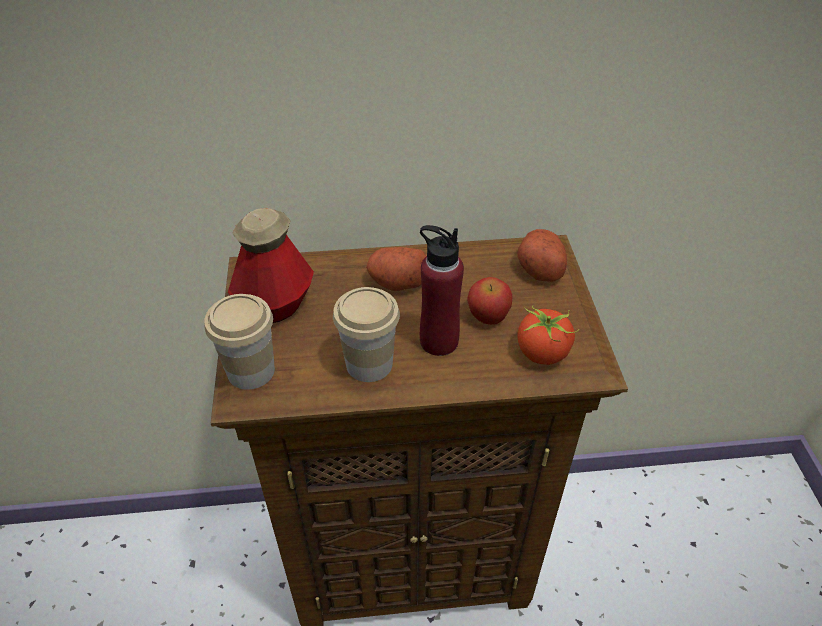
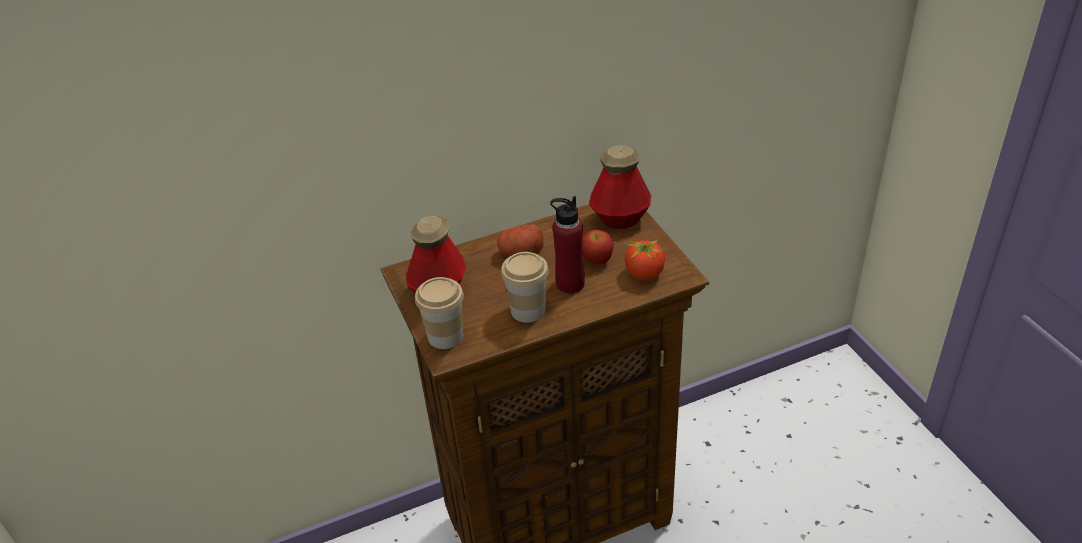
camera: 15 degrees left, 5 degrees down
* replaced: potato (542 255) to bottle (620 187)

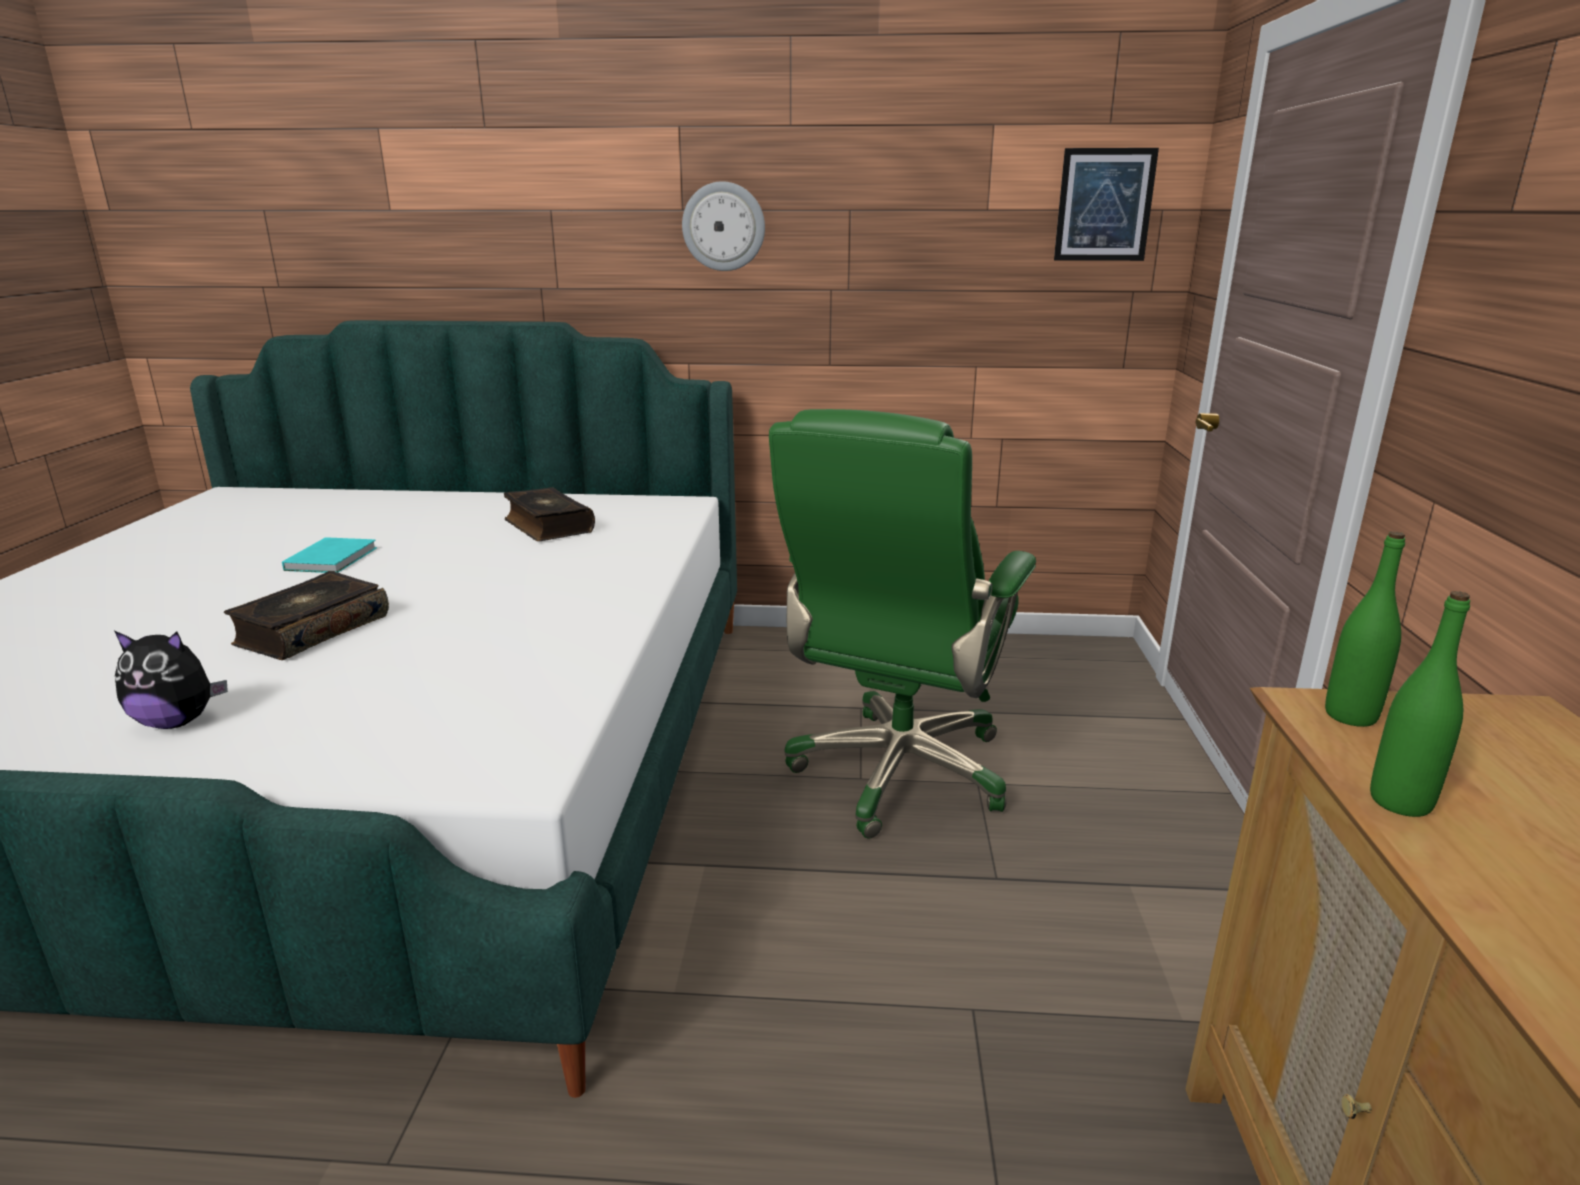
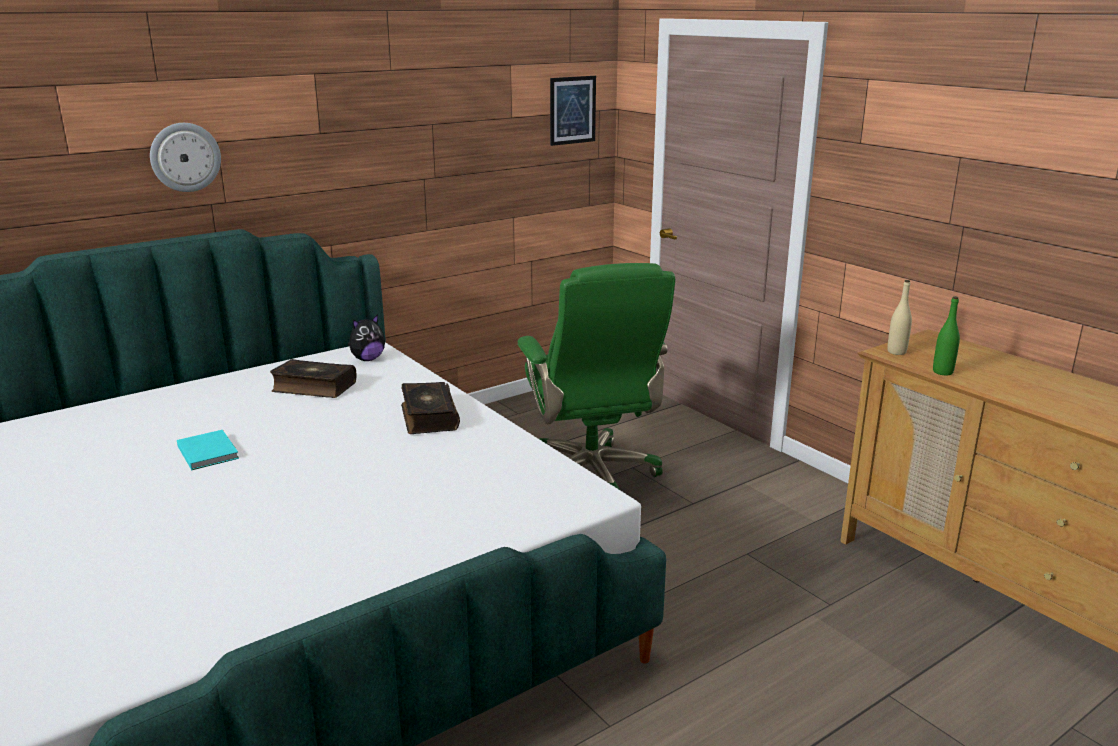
camera: 40 degrees left, 0 degrees up
* moved: wall clock (723 226) to (185 157)
* recoloured: bottle (green) (1365 629) to bottle (beige) (899 317)
* moved: book (306 615) to (430 408)
* moved: plush toy (171 680) to (366 337)

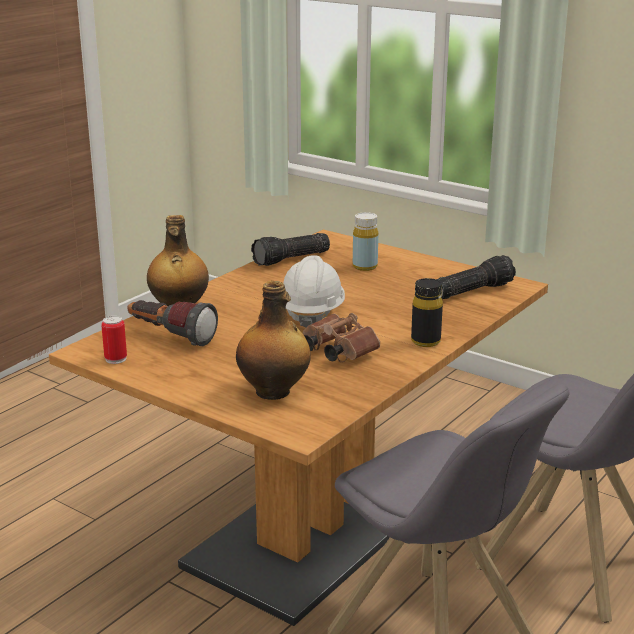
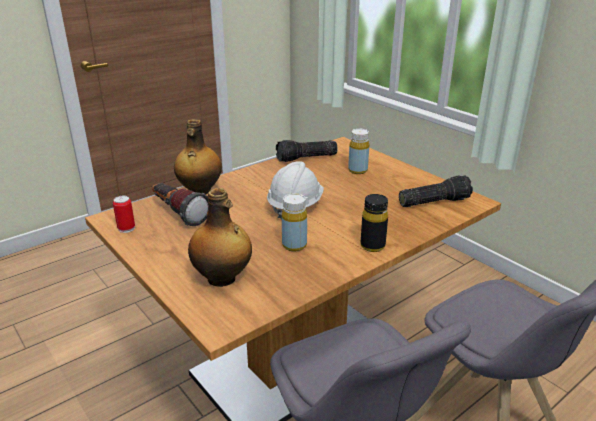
camera: 15 degrees right, 5 degrees up
* replaced: binoculars (brown) (341 338) to bottle (yellow) (294 222)

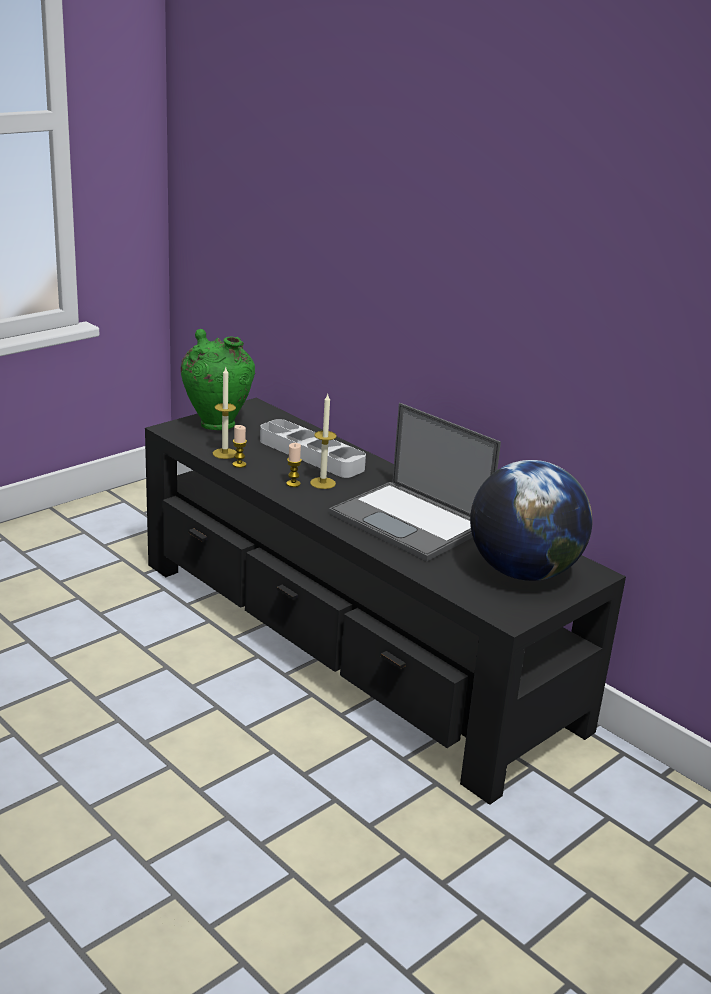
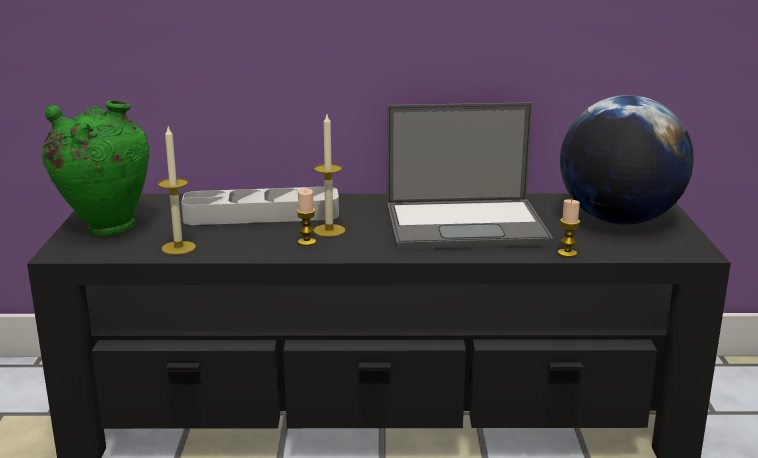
camera: 45 degrees left, 5 degrees down
* moved: candle (239 446) to (569 228)

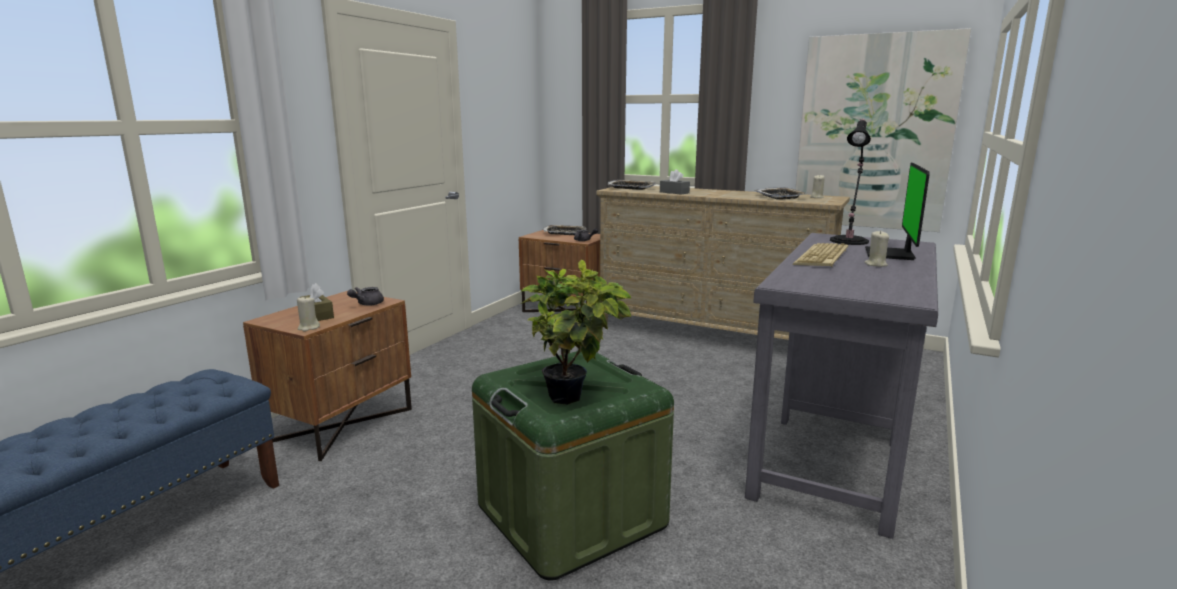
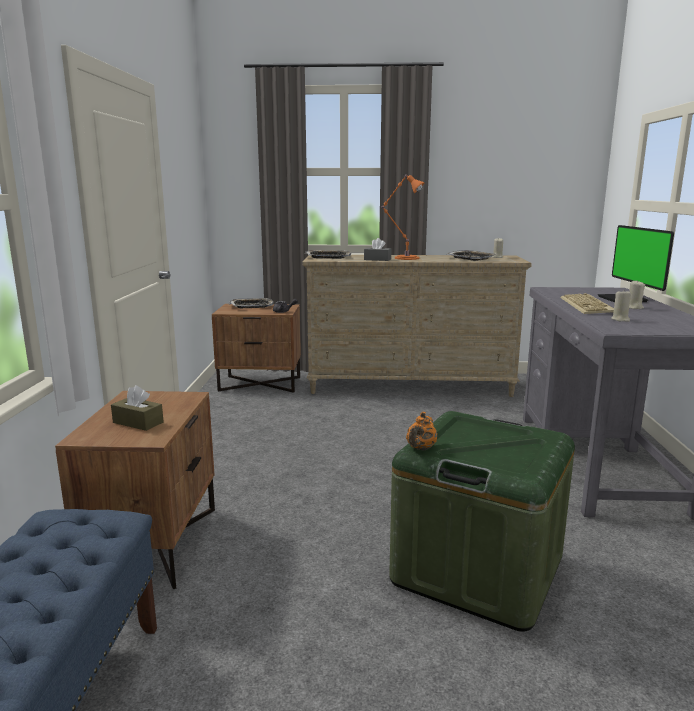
camera: 25 degrees left, 0 degrees up
* removed: picture (883 130)
* removed: table lamp (black) (850 182)
* removed: potted plant (576 332)
* removed: teapot (grey) (365 296)
* moved: candle (beige) (308 314) to (621 305)
* added: table lamp (orange) (403 217)
* added: teapot (orange) (421 431)

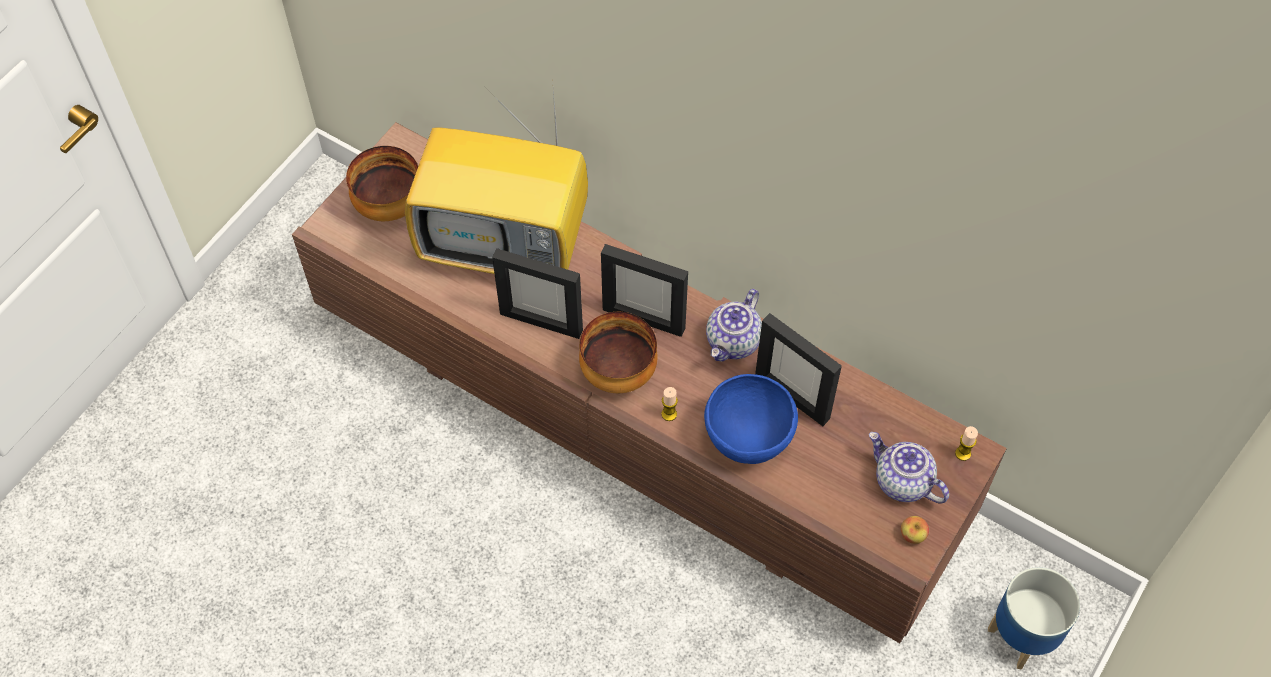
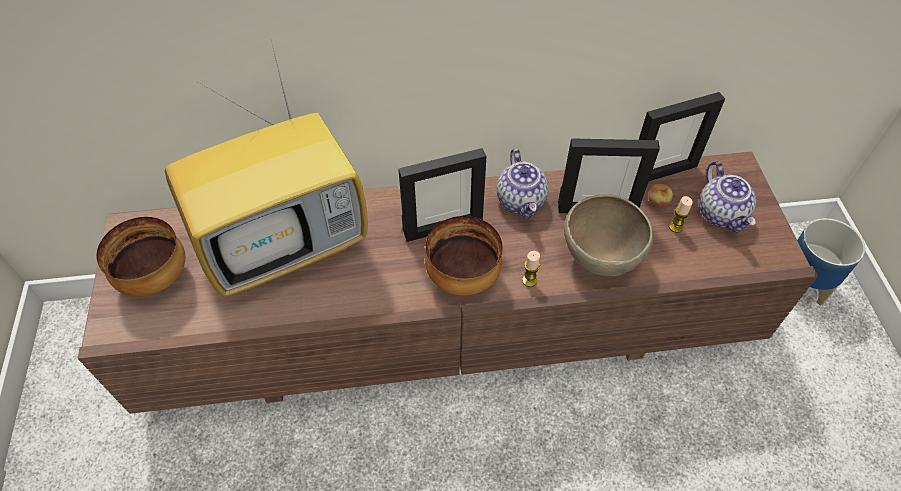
camera: 40 degrees left, 5 degrees down
* moved: picture frame (537 293) to (682 136)
* recoloured: bowl (blue) (751 419) to bowl (brown) (608 235)
* moved: candle (966 443) to (681 214)
* turned: teapot (909 468) = (727 197) 105 degrees counterclockwise
* moved: apple (915 530) to (660 196)

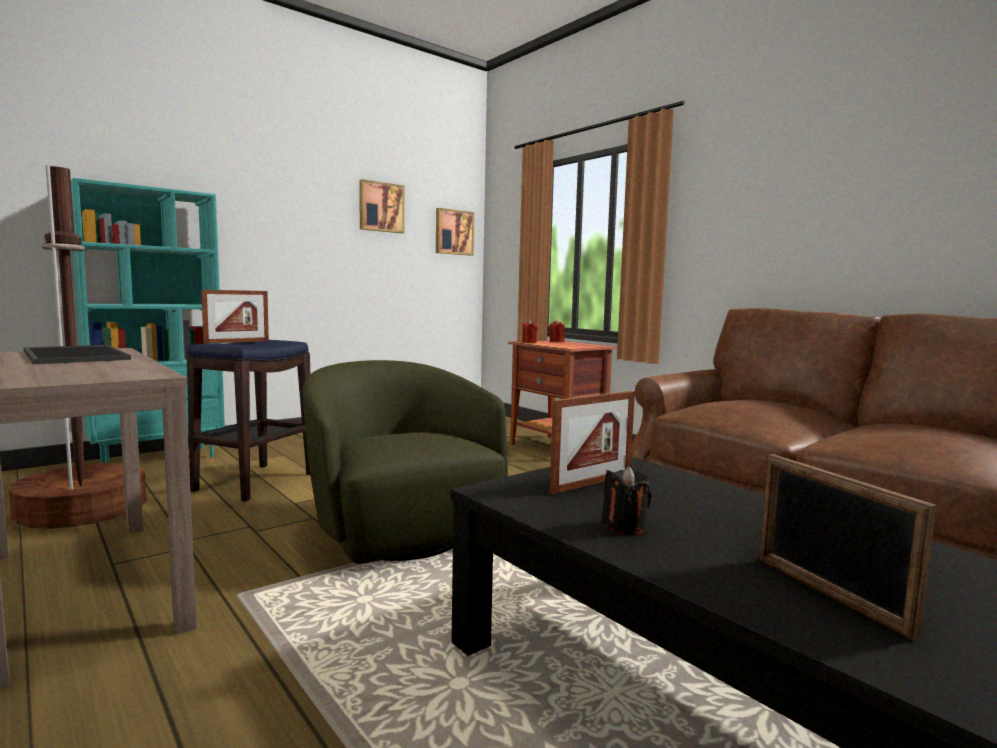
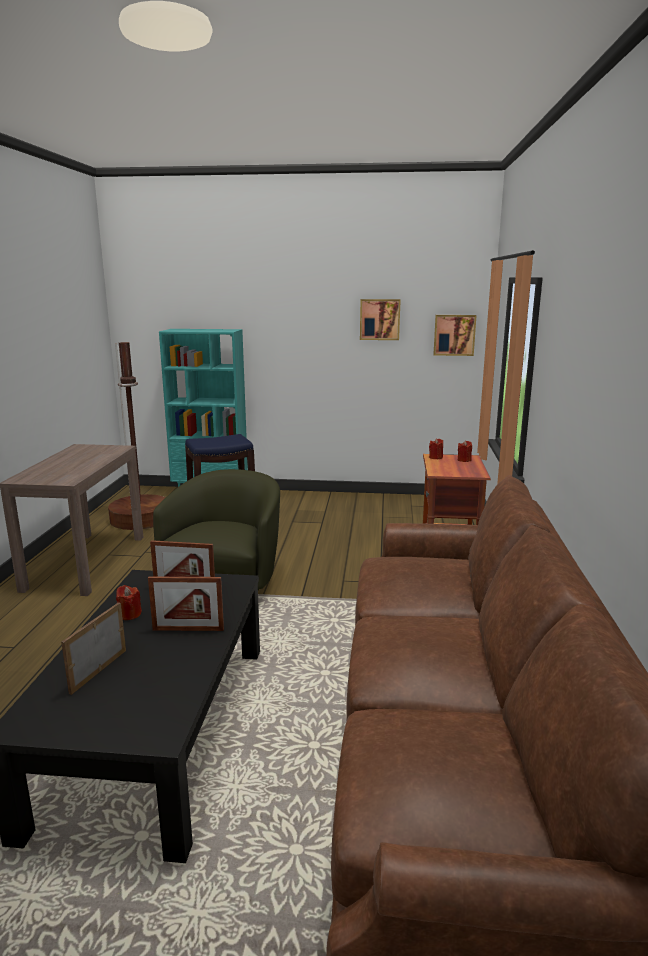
camera: 45 degrees right, 10 degrees up
* moved: picture frame (235 317) to (186 604)
* removed: tray (77 354)
* recoloured: candle (black) (627 500) to candle (red) (129 602)

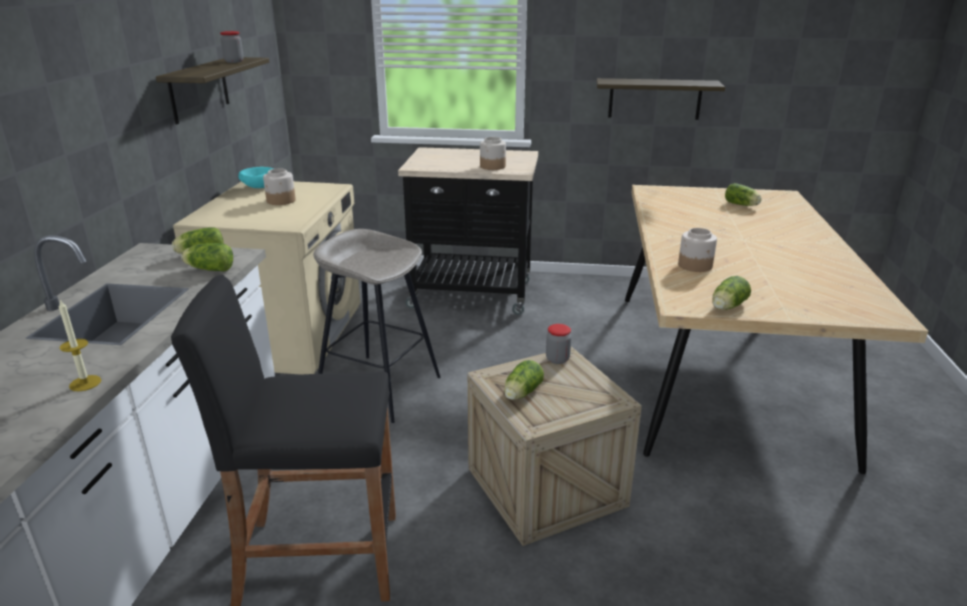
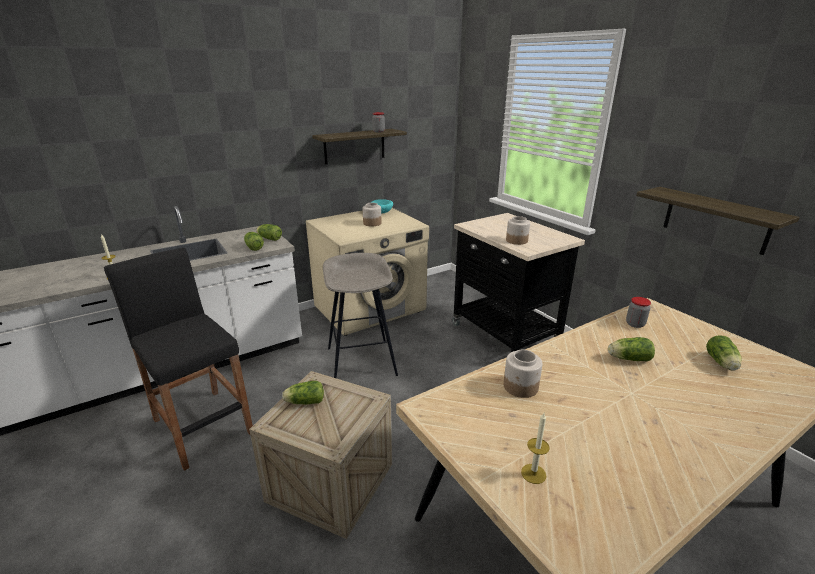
camera: 50 degrees right, 0 degrees up
* moved: lettuce (731 293) to (631 349)
* moved: jar (558 344) to (638 312)
* added: candle (535 448)

